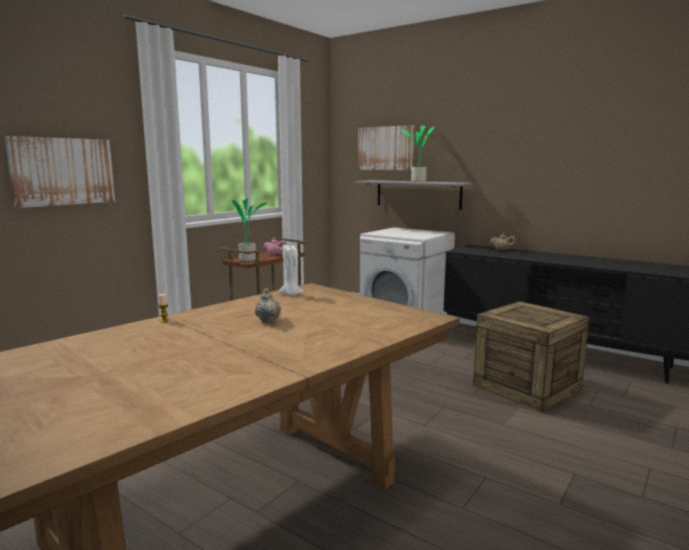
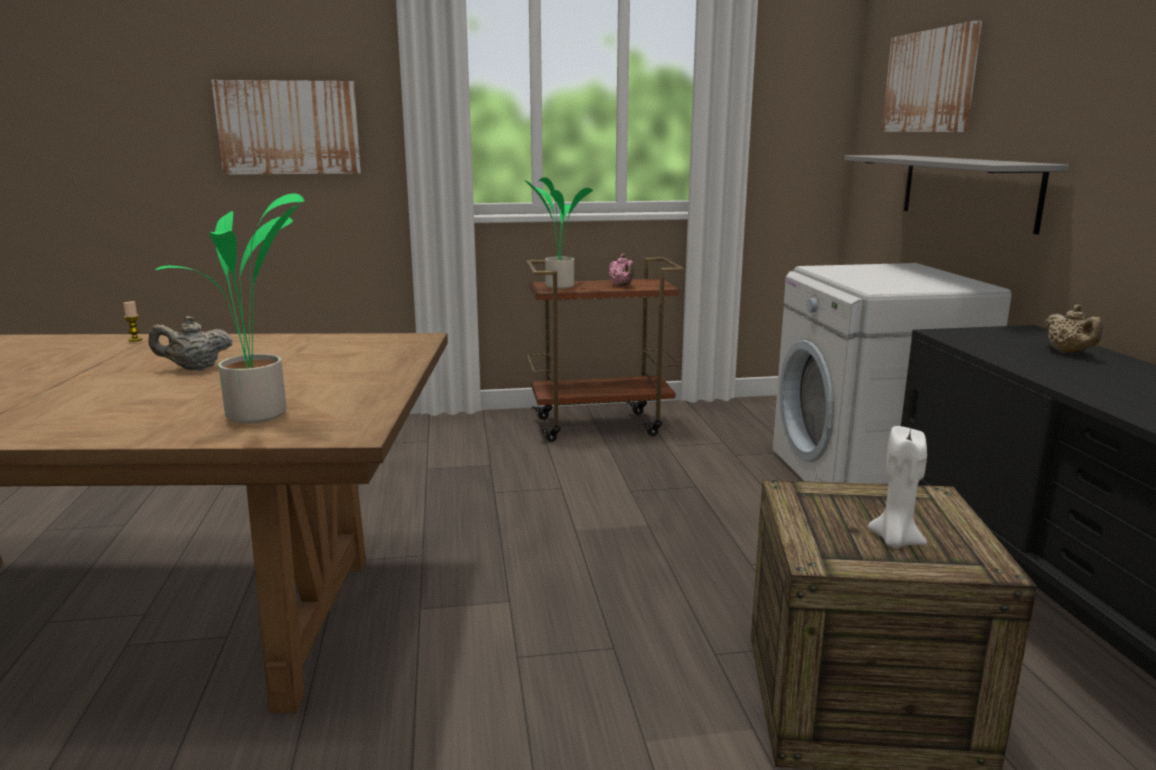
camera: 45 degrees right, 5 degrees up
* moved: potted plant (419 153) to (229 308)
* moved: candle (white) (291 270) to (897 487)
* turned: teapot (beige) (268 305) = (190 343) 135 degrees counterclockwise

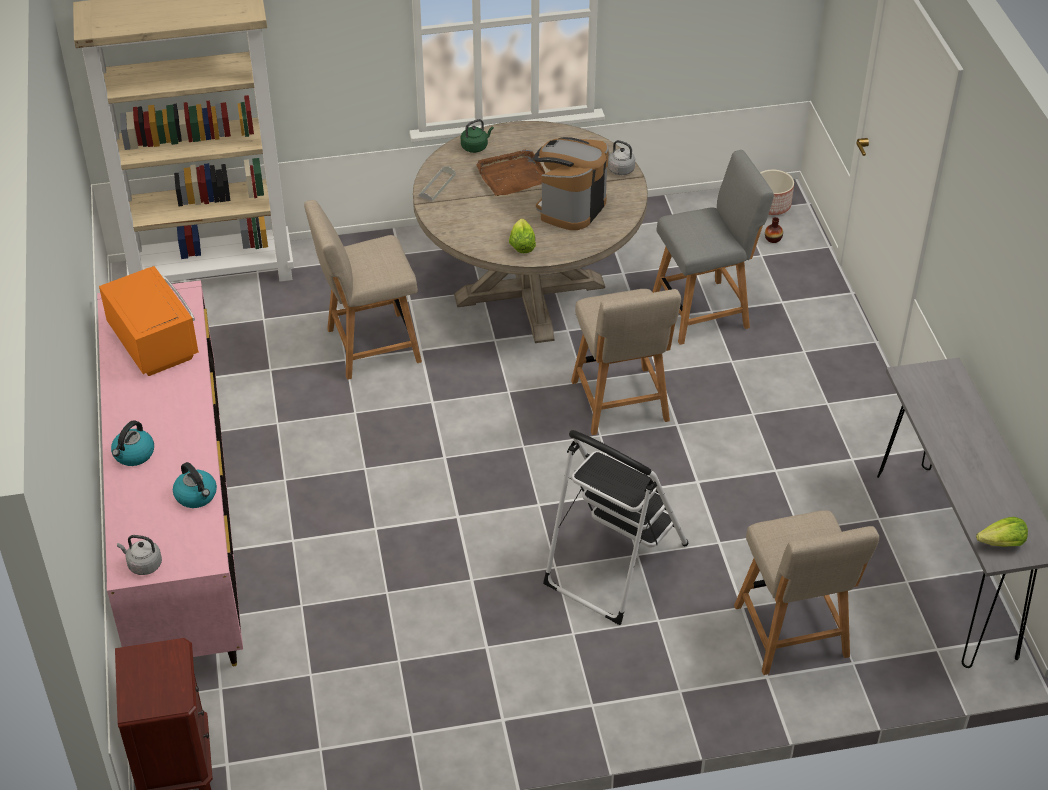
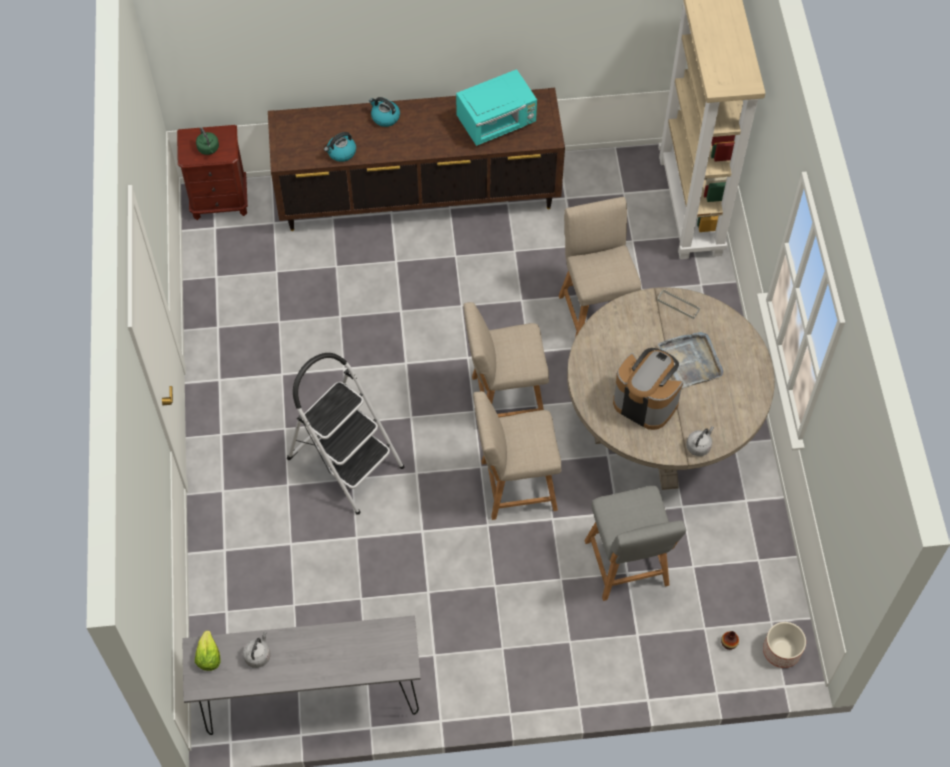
camera: 95 degrees right, 15 degrees up
* moved: kettle (green) (477 136) to (207 141)
* recoloured: tray (brown) (510 173) to tray (grey) (690 360)
* removed: lettuce (522 235)
* recoloured: microwave (orange) (149 321) to microwave (turquoise) (496 107)
* recoloured: cabinet (pink) (170 473) to cabinet (brown) (416 159)
* moved: chair (beige) (806 592) to (506 360)
* moved: kettle (grey) (139 555) to (257 650)

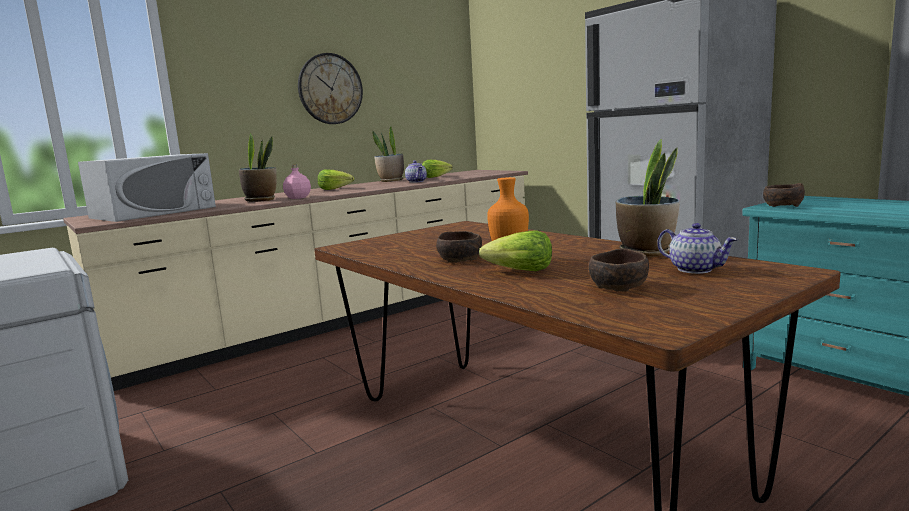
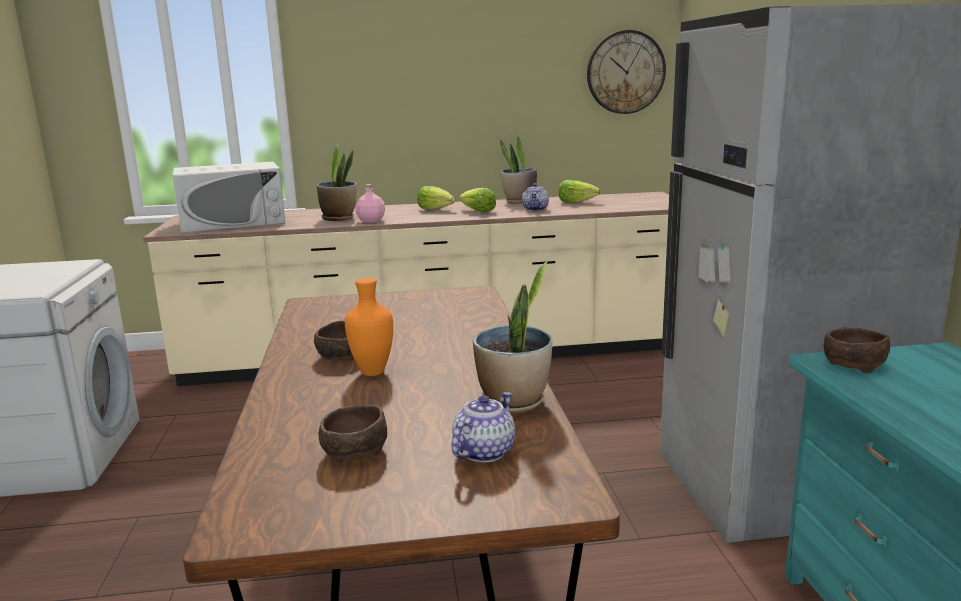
camera: 30 degrees right, 5 degrees up
* moved: wall clock (330 88) to (626 72)
* turned: teapot (697 248) = (483 427) 135 degrees counterclockwise
* moved: lettuce (515 250) to (477 200)

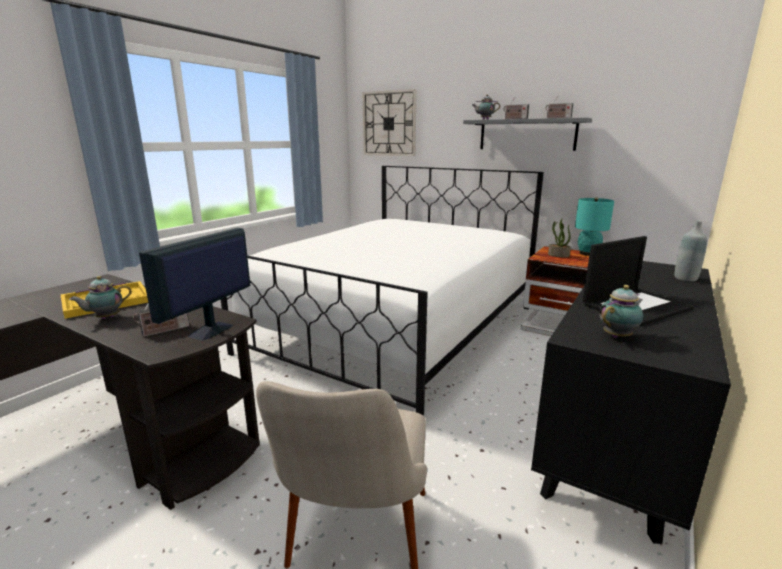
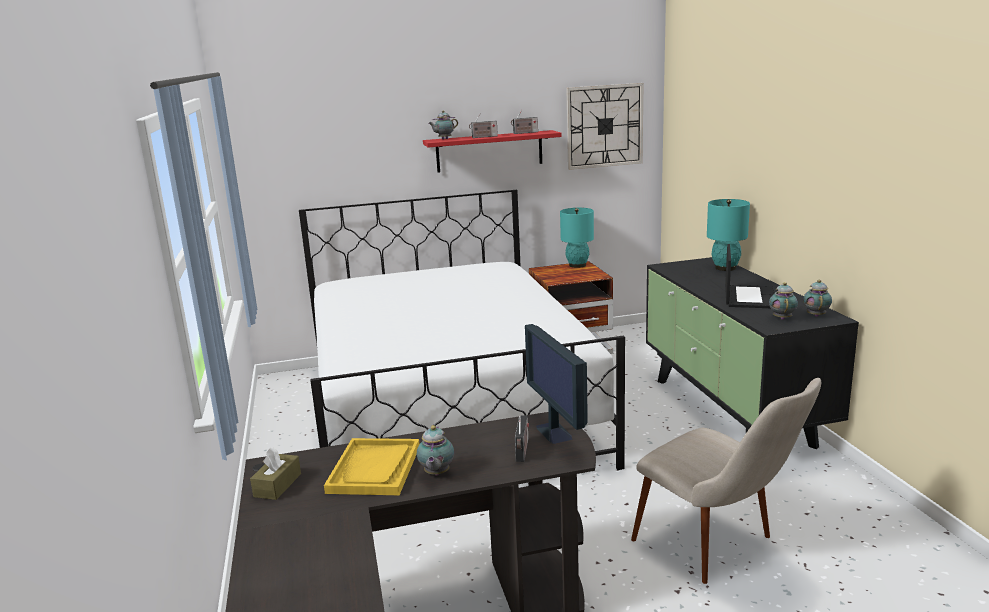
camera: 45 degrees left, 0 degrees up
* moved: wall clock (390 122) to (605 126)
* recoloured: shelf (grey) (527 134) to shelf (red) (492 151)
* removed: potted plant (559 237)
* replaced: bottle (grey) (691 251) to table lamp (turquoise) (728 235)
* added: teapot (817 298)
* added: tissue box (brown) (275 474)

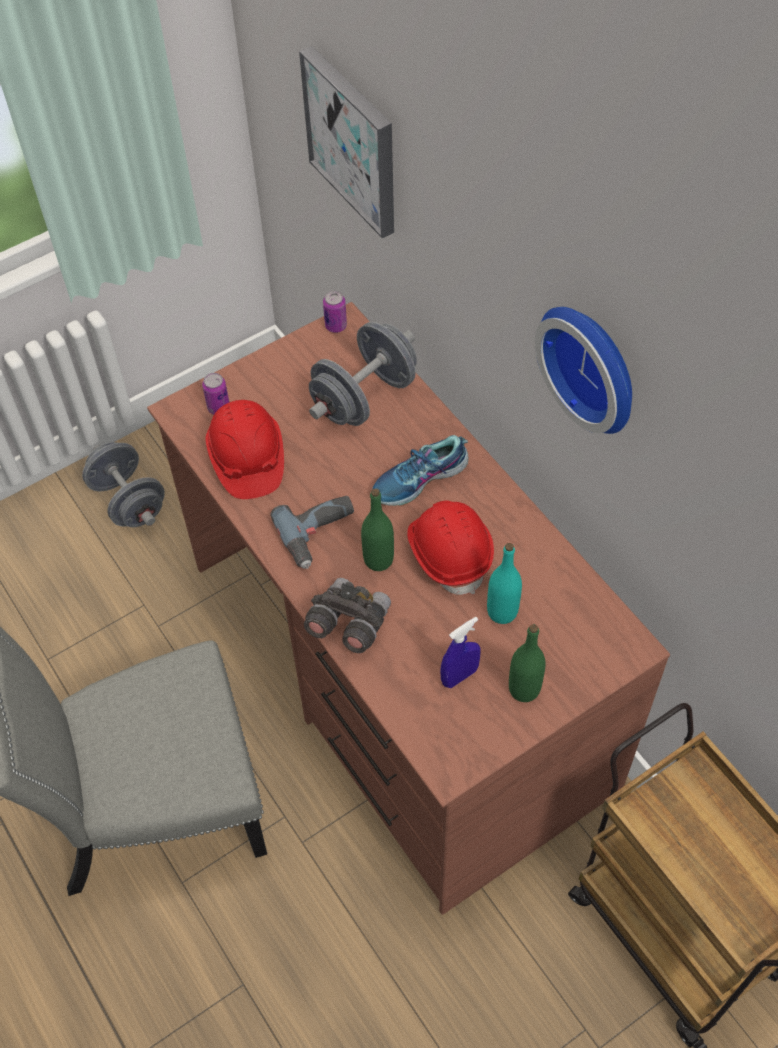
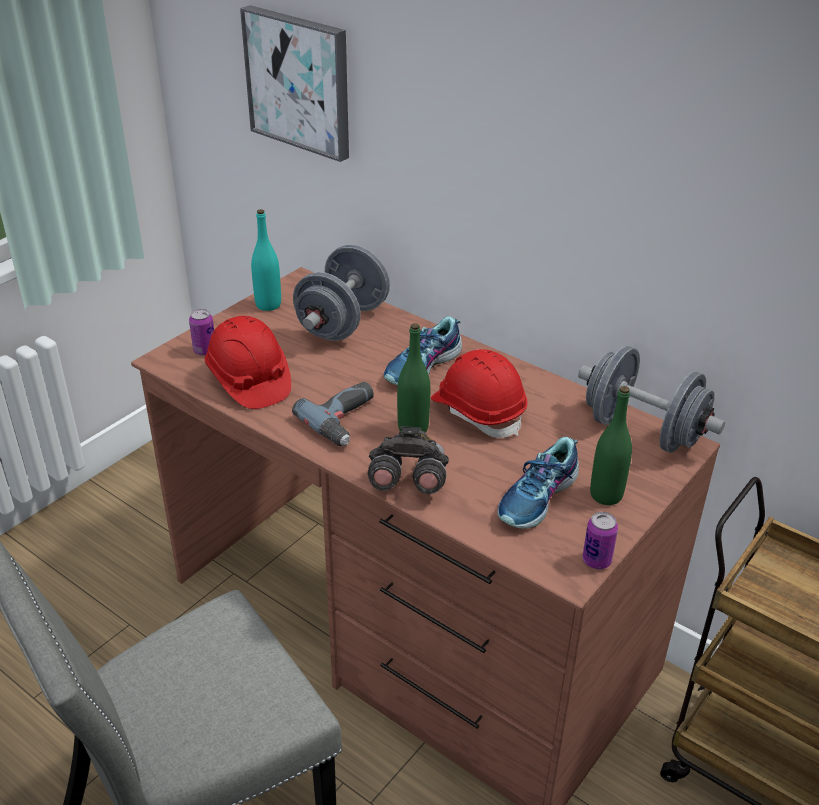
camera: 20 degrees left, 20 degrees down
* moved: can (335 312) to (600 540)
* removed: wall clock (583 370)
* moved: dumbbell (grey) (123 484) to (651 399)
* moved: bottle (turquoise) (504 583) to (266 260)
* replaced: spray bottle (blue) (460 652) to shoe (538 483)

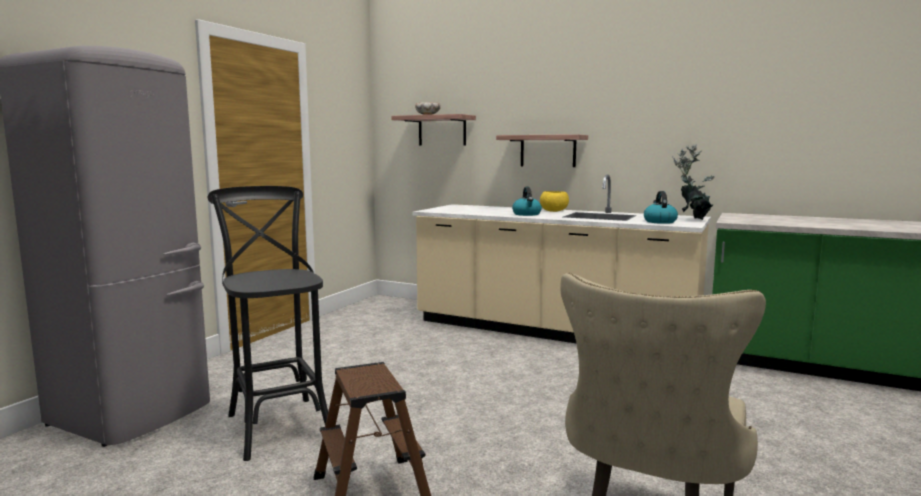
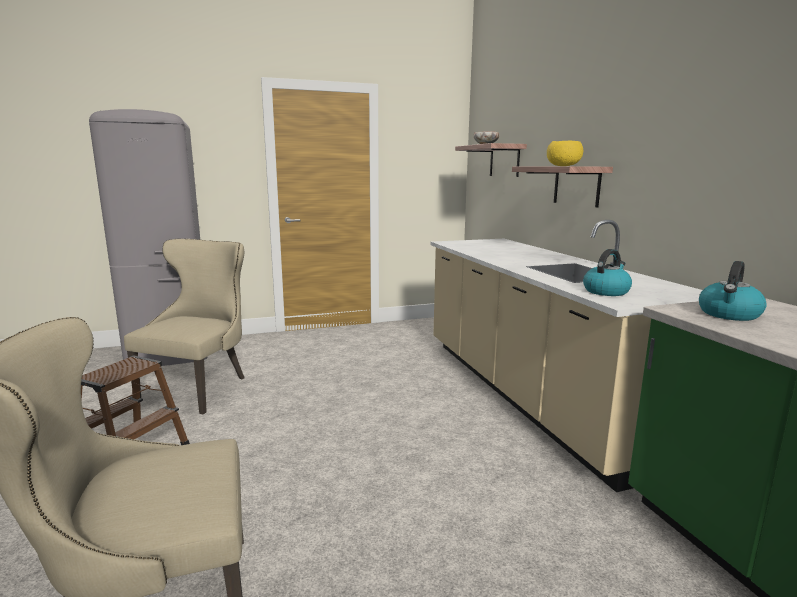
camera: 45 degrees right, 5 degrees up
* removed: potted plant (693 182)
* replaced: stool (black) (268 323) to chair (beige) (184 326)
* moved: kettle (527 201) to (733 291)
* moved: bowl (yellow) (554 201) to (565 153)

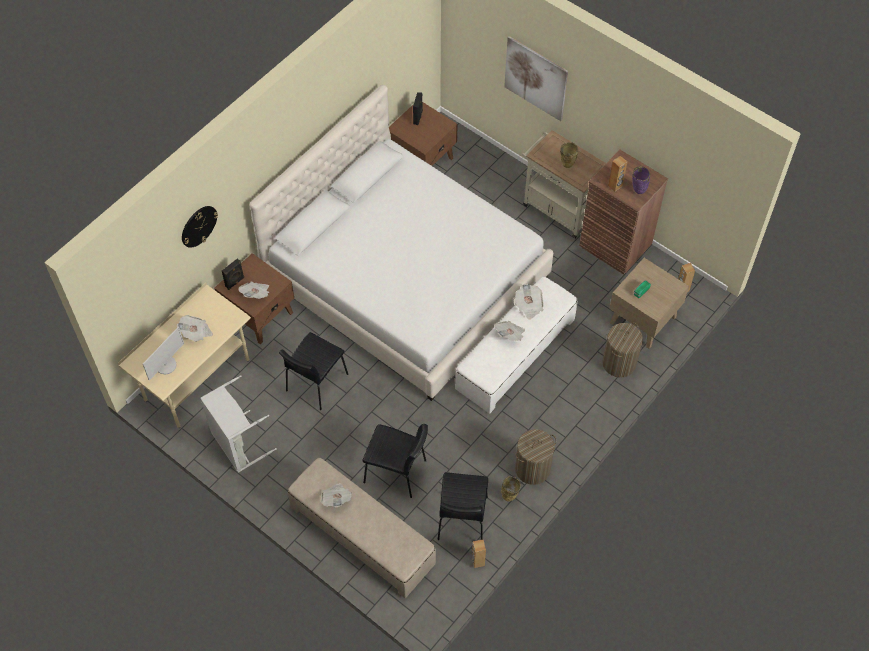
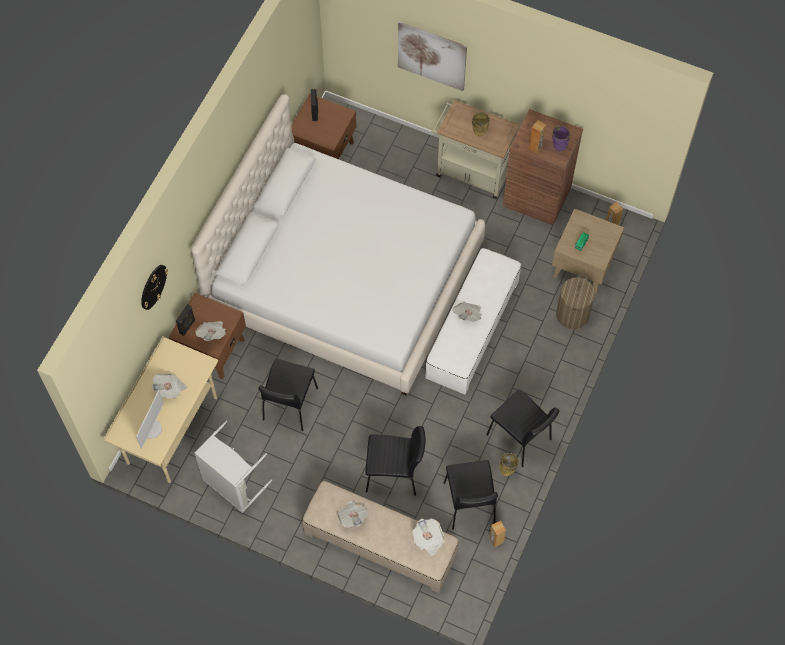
camera: 15 degrees left, 5 degrees up
* moved: newspaper (529 301) to (429 537)
* replaced: laundry basket (536 457) to chair (black) (522 428)

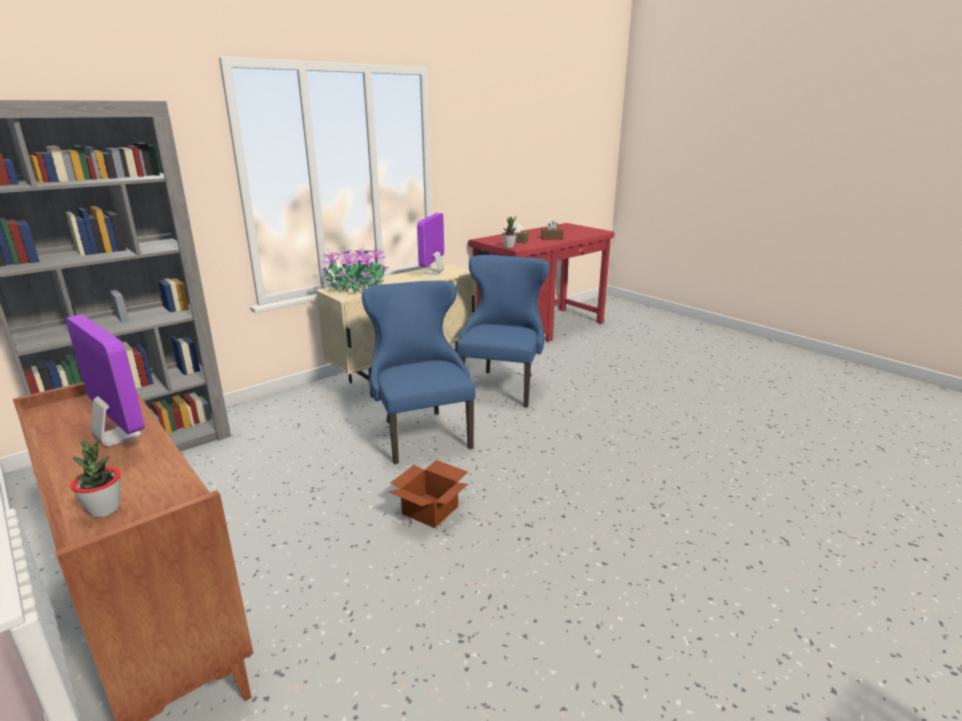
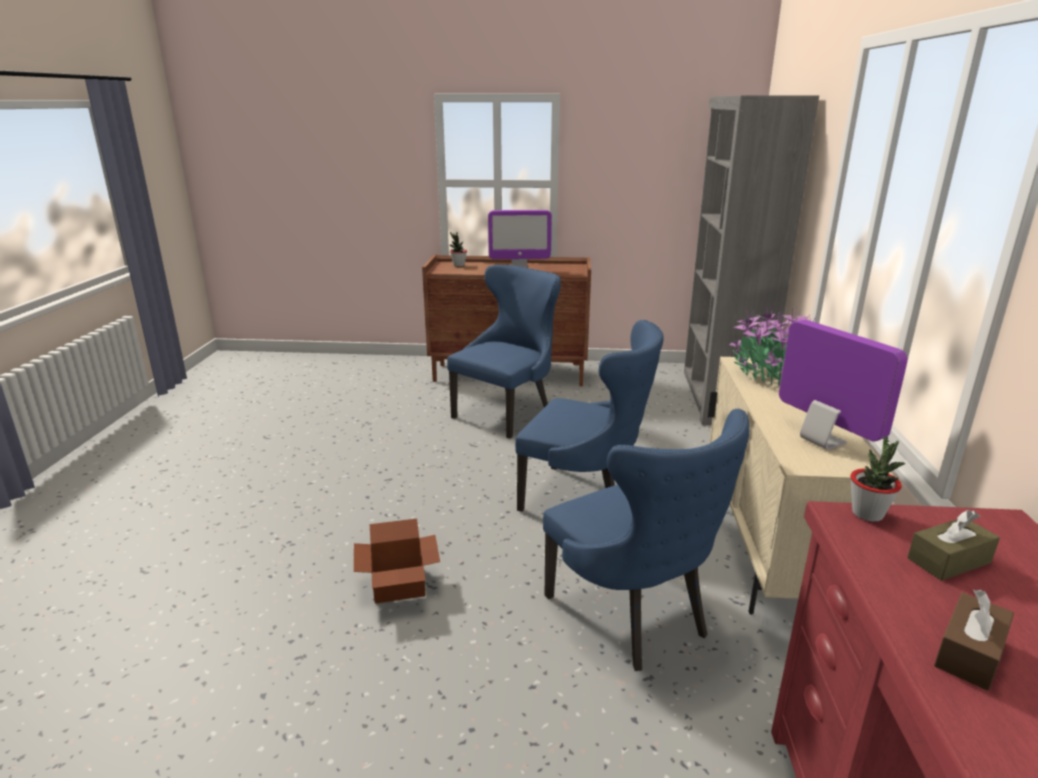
camera: 135 degrees right, 0 degrees up
* moved: cardboard box (428 494) to (397 561)
* added: chair (blue) (504 351)

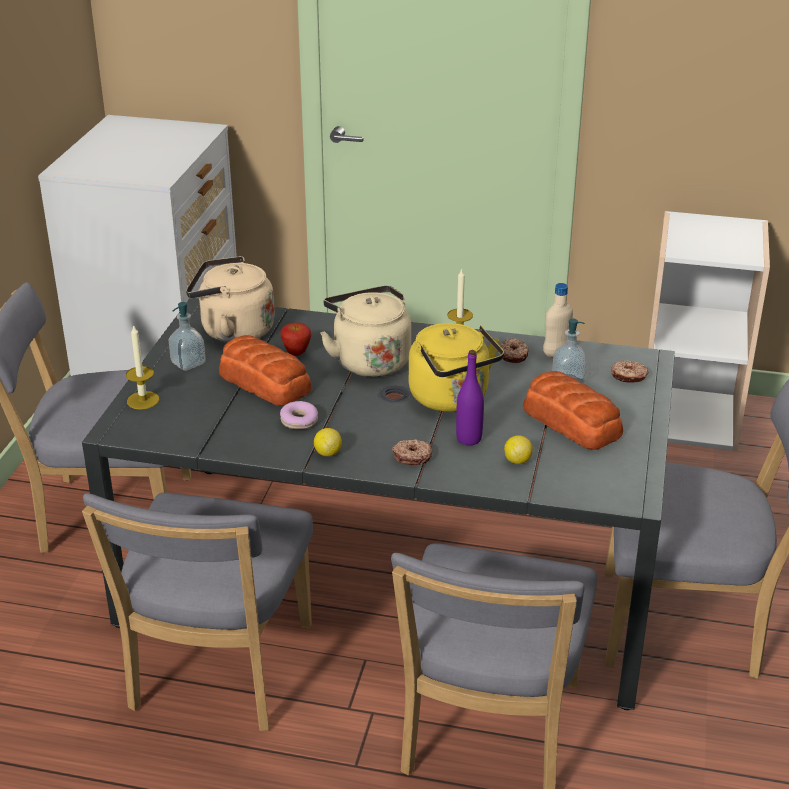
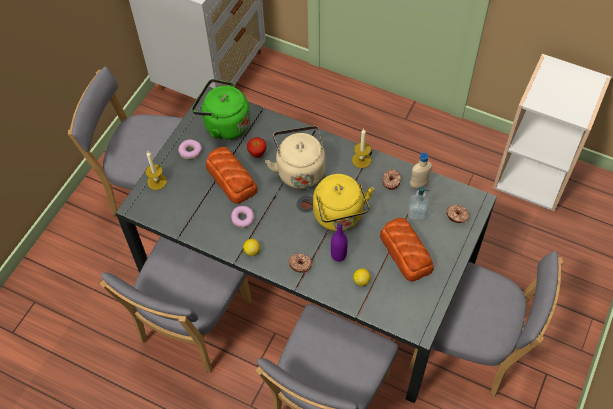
camera: 15 degrees right, 25 degrees up
* recoloured: kettle (beige) (230 299) to kettle (green) (221 109)
* replaced: soap dispenser (187 336) to donut (190 149)

